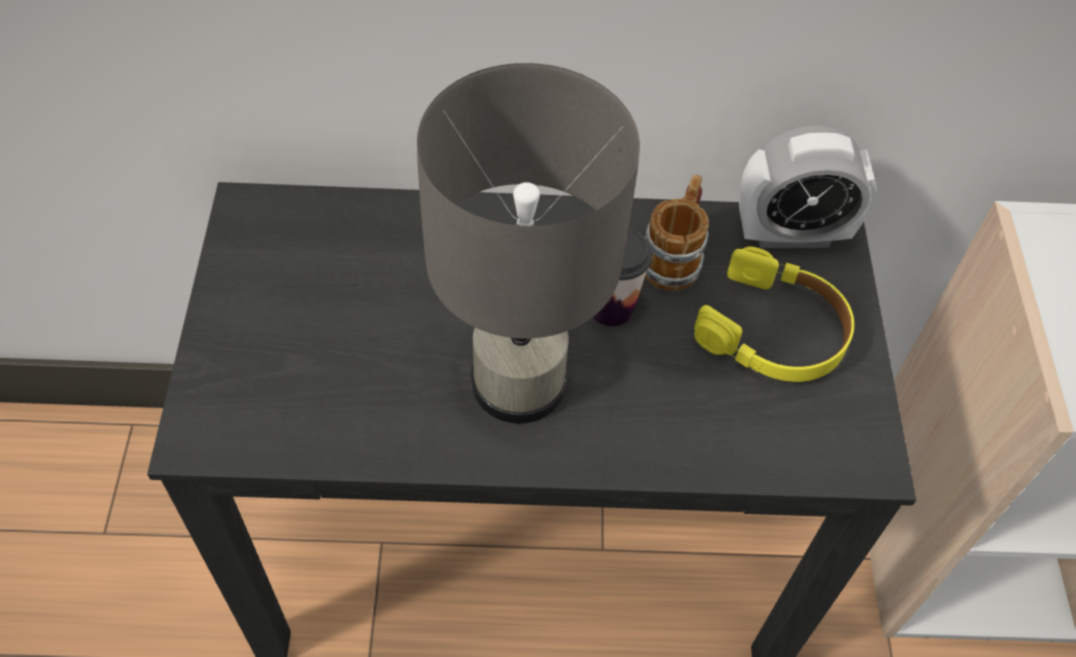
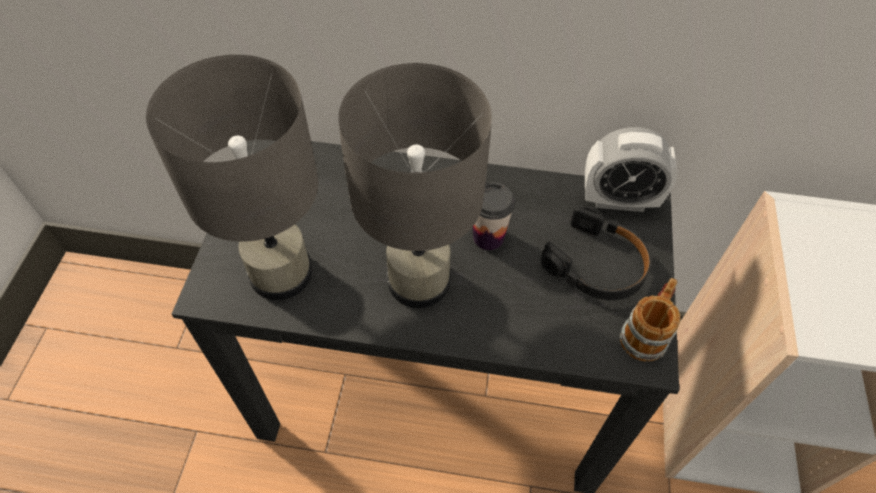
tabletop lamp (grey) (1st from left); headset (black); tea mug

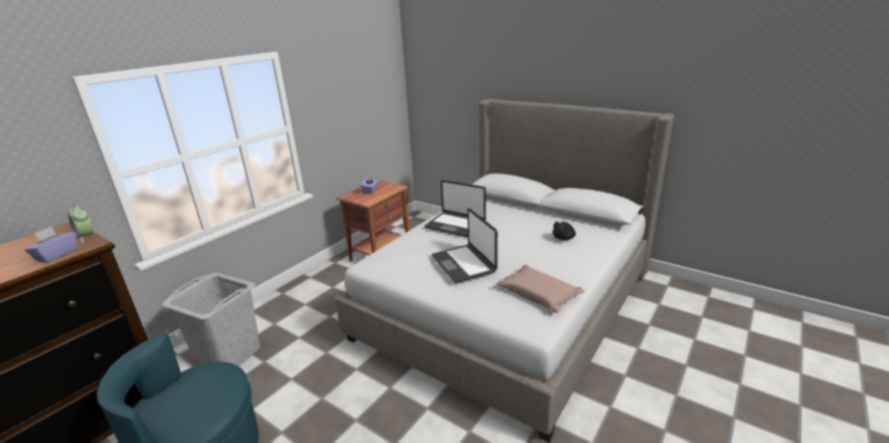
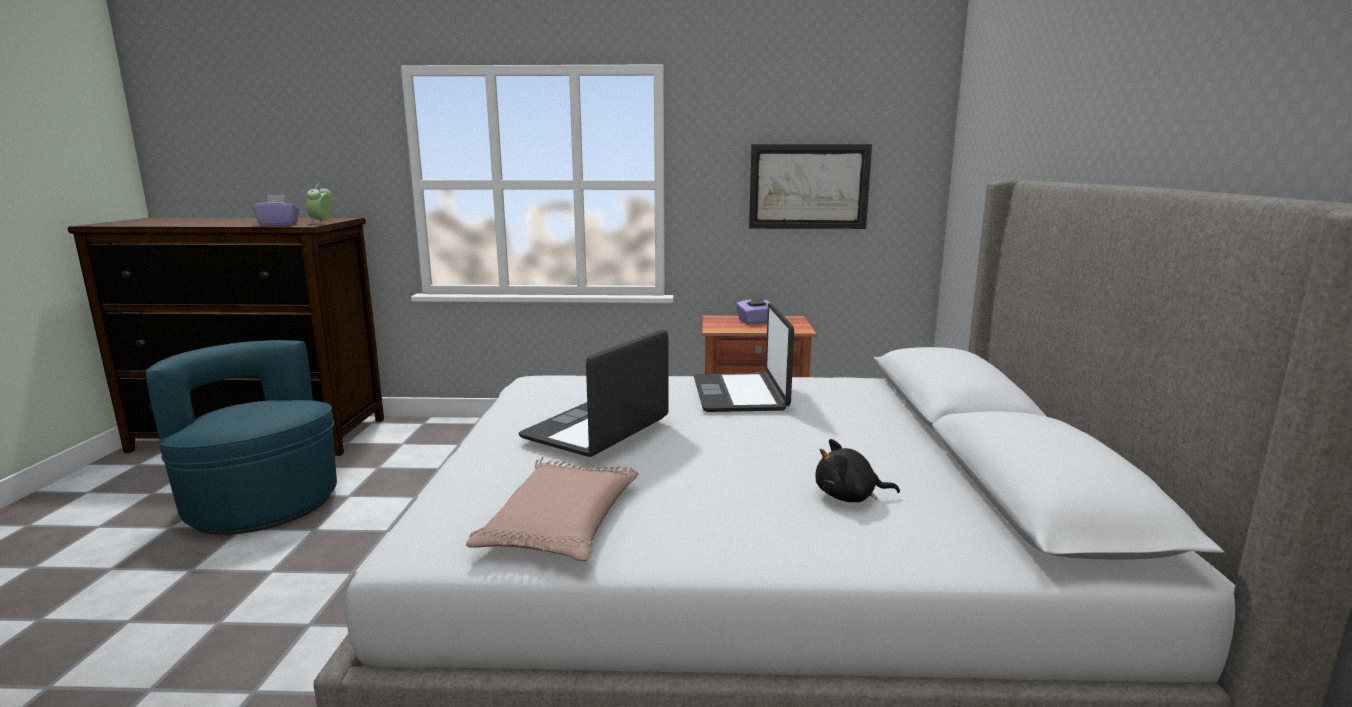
wall picture; laundry basket (grey)

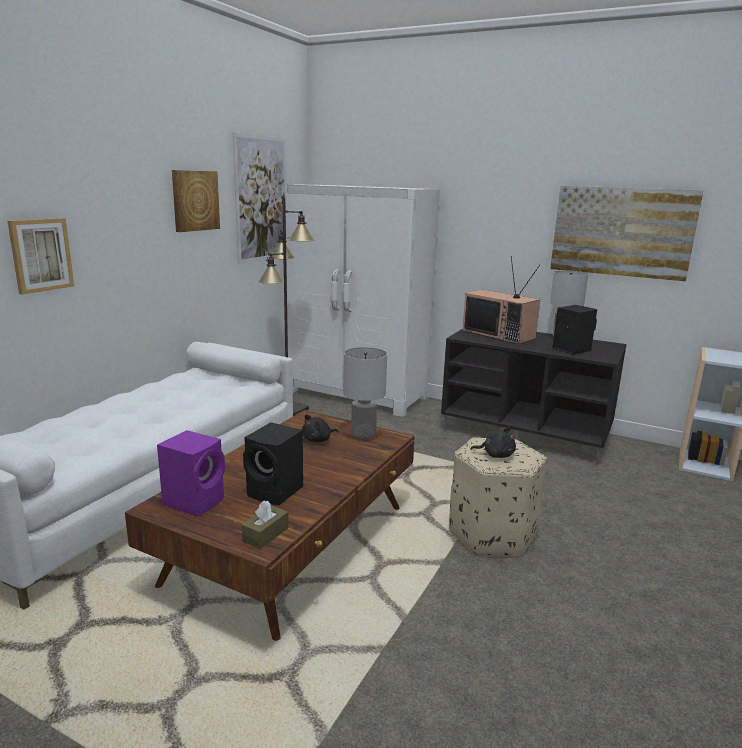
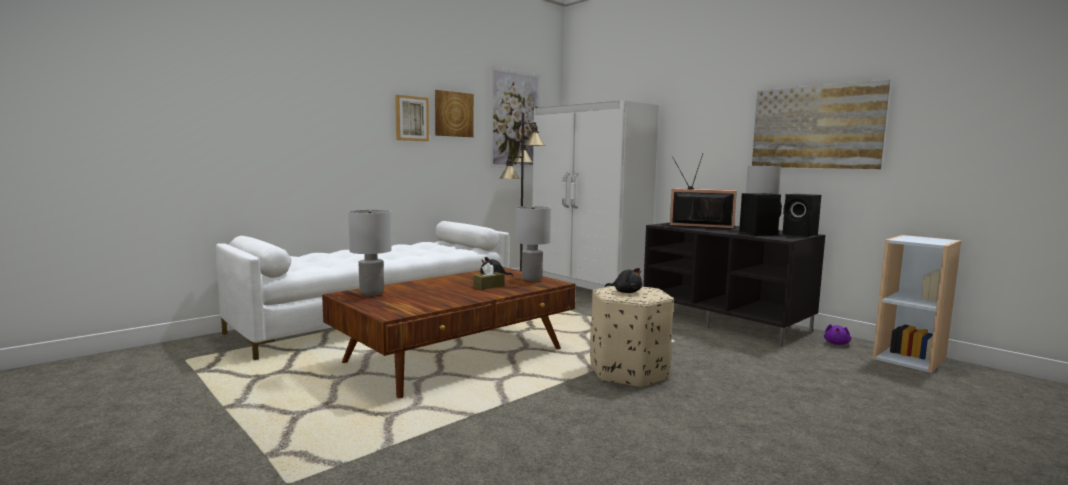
tabletop lamp (grey) (1st from left); wall picture (1st from left); tissue holder (brown-coloured); television; speaker (black) (2nd from left); plush toy (purple)

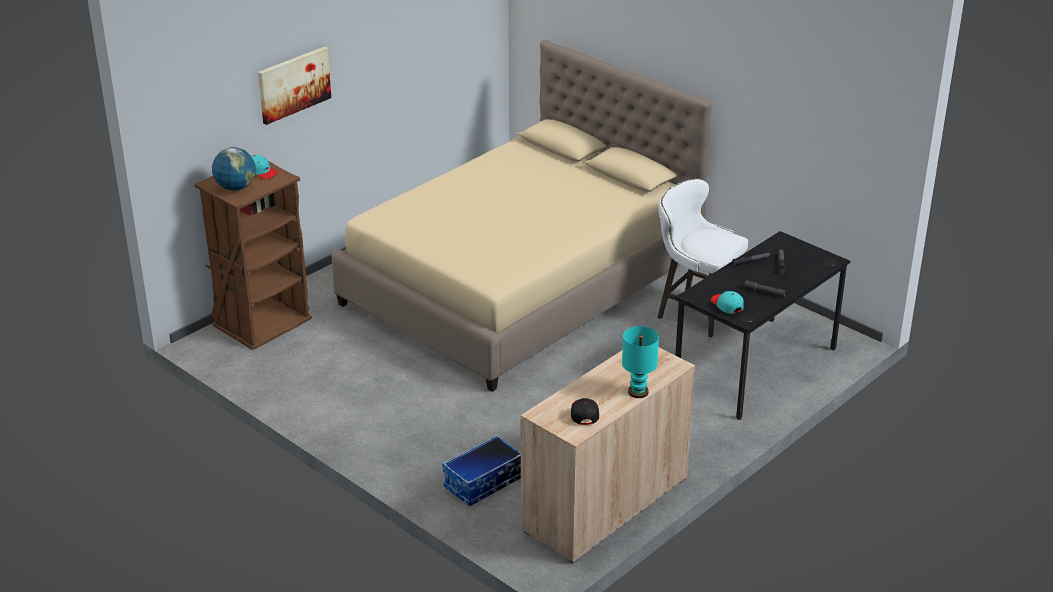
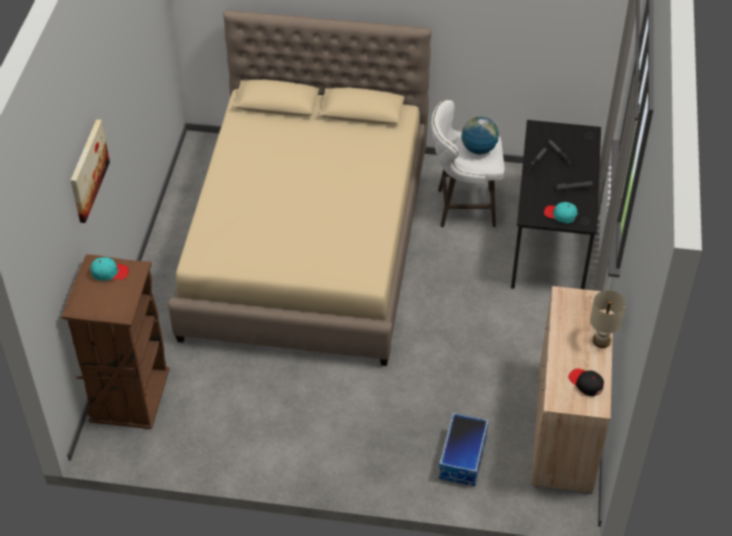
globe; tabletop lamp (sand-coloured)

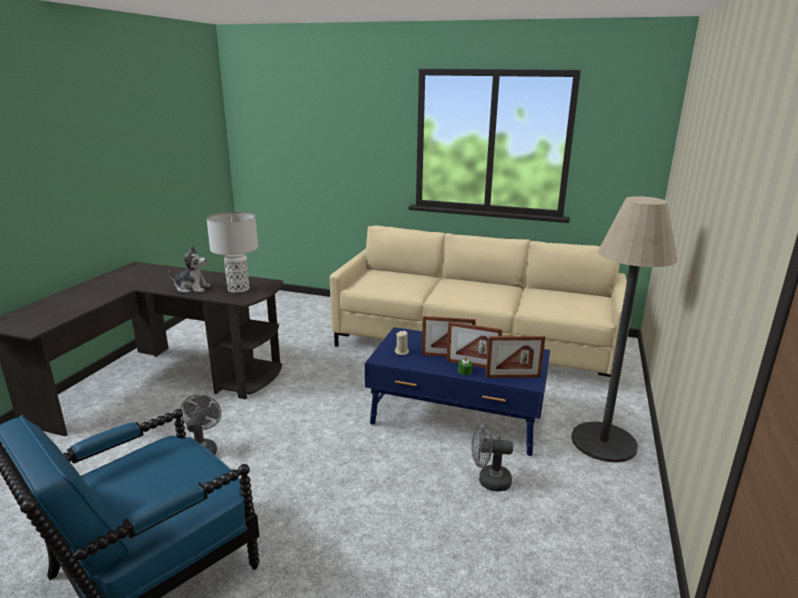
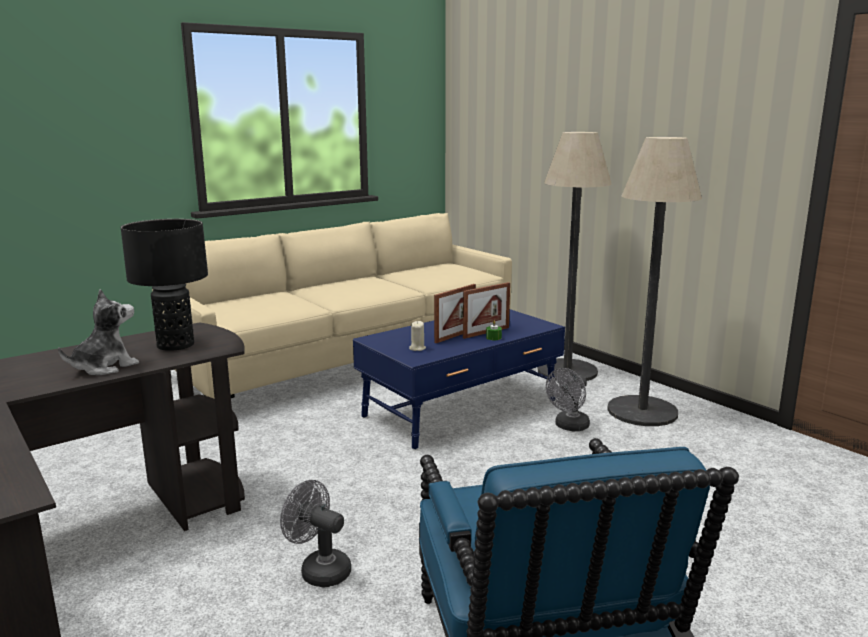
tabletop lamp (black); standard lamp (2nd from left); standing frame (3rd from left in the first image)

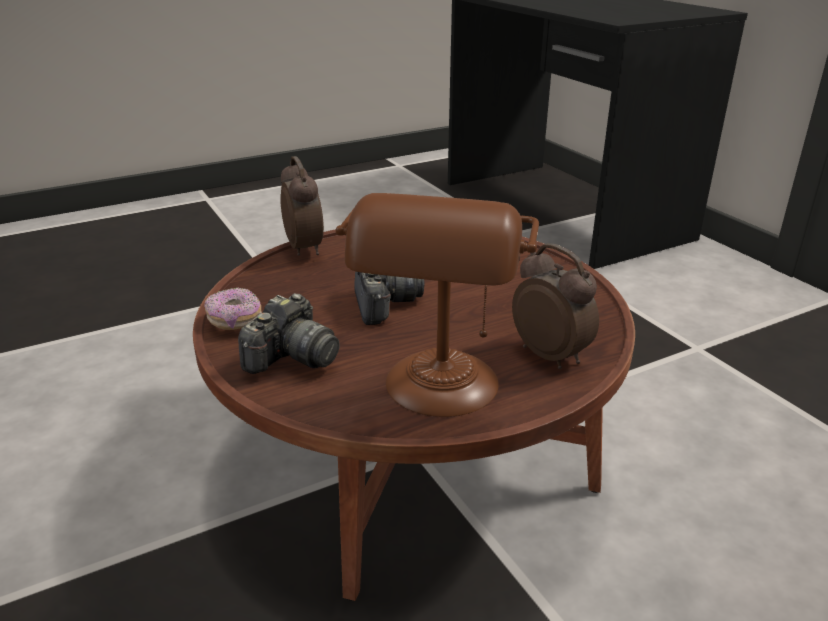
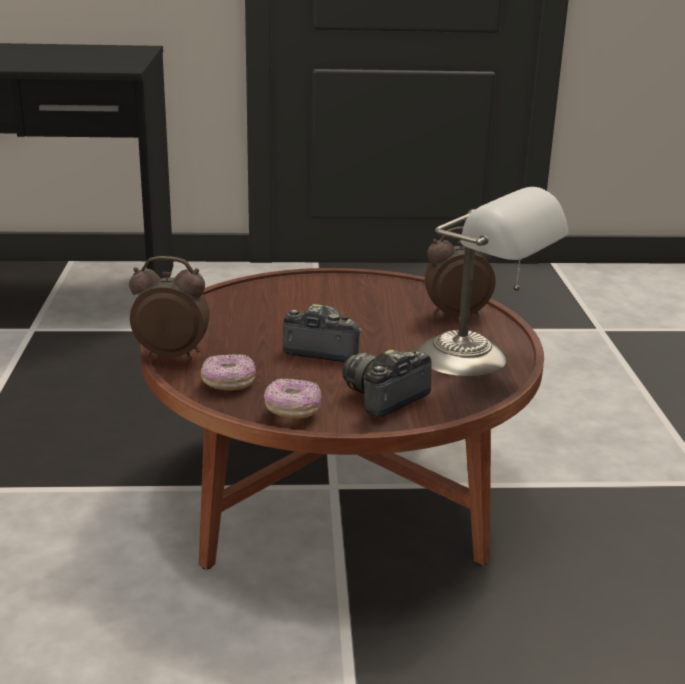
ring doughnut (1st from left); still camera (2nd from left); tabletop lamp (whitish)

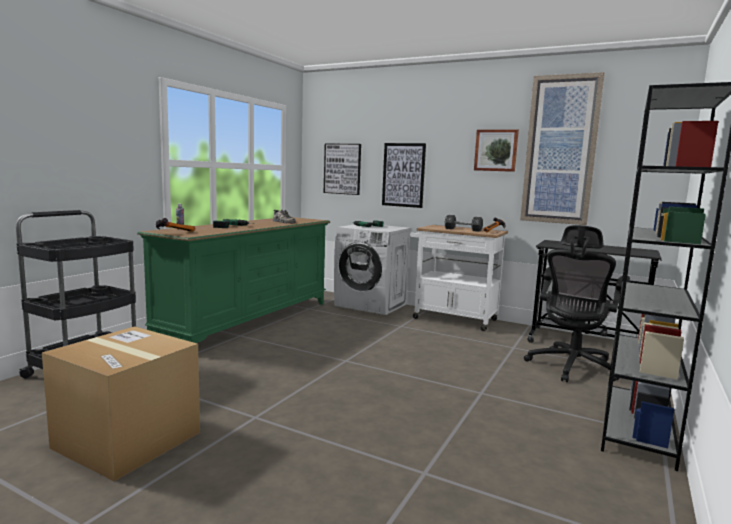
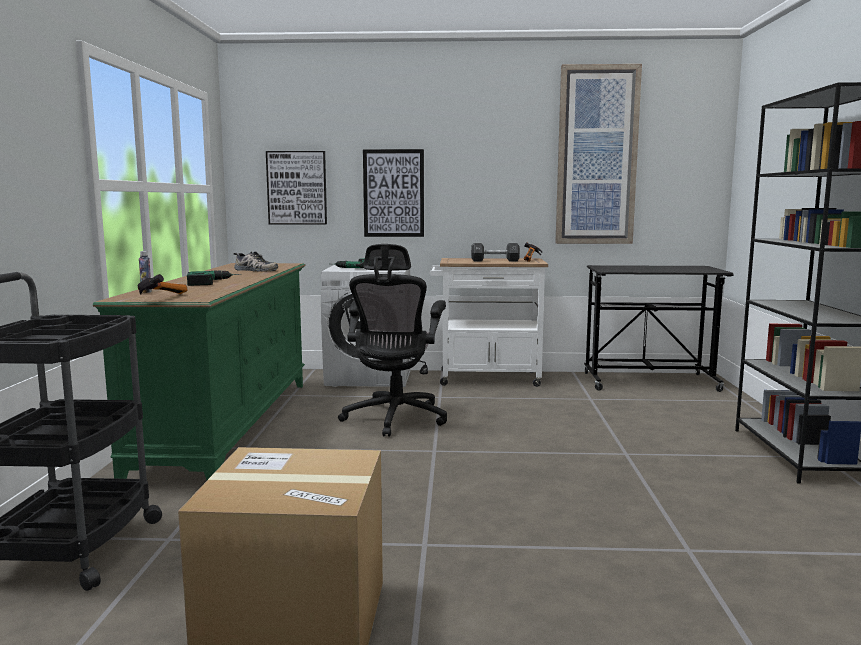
office chair; wall picture (3rd from left in the first image)

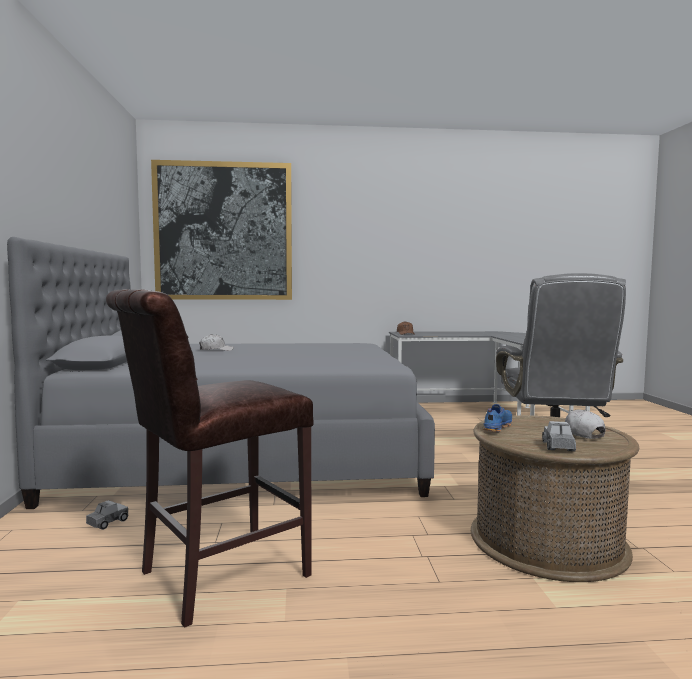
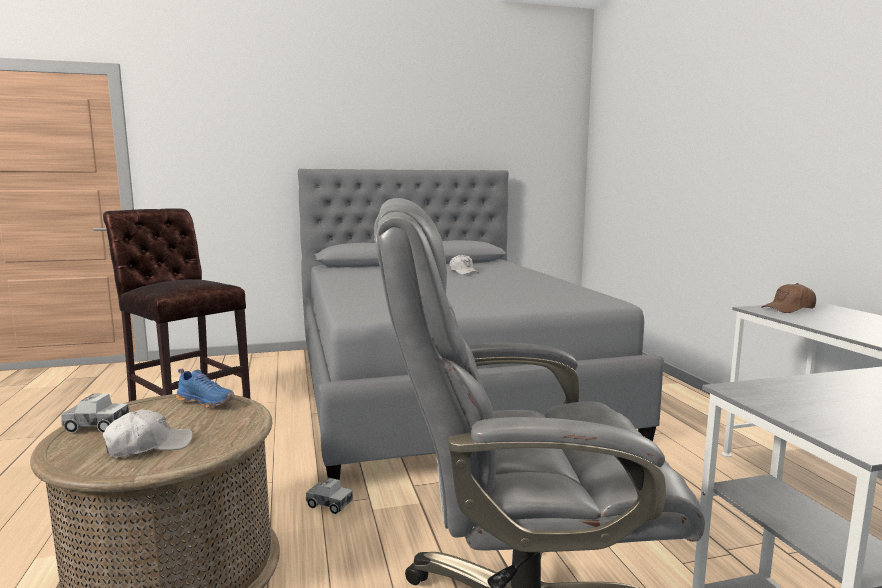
model truck (2nd from left); wall picture

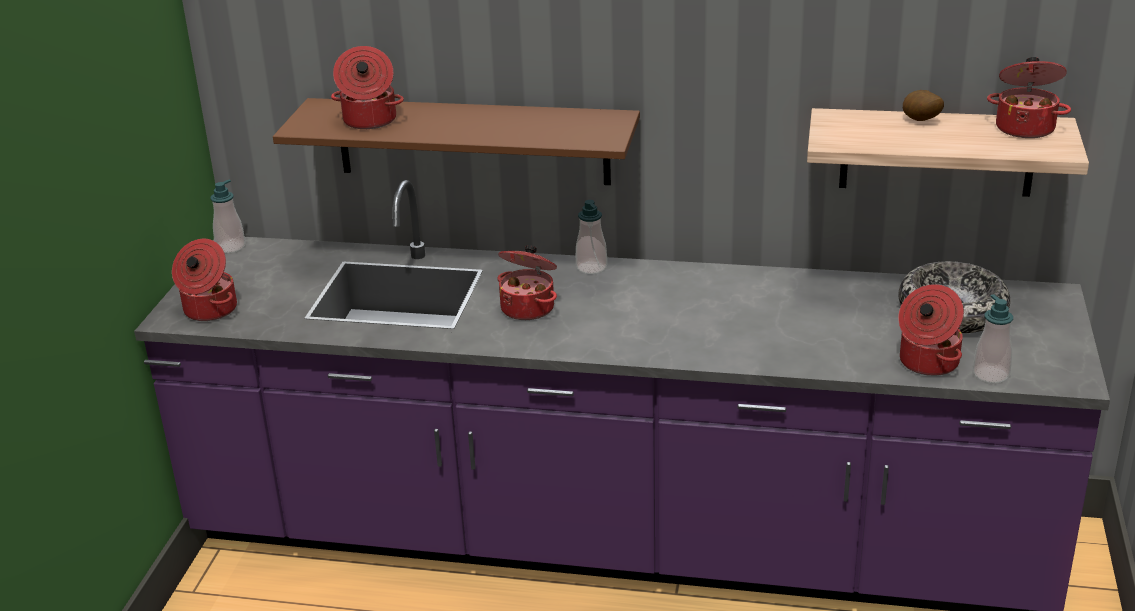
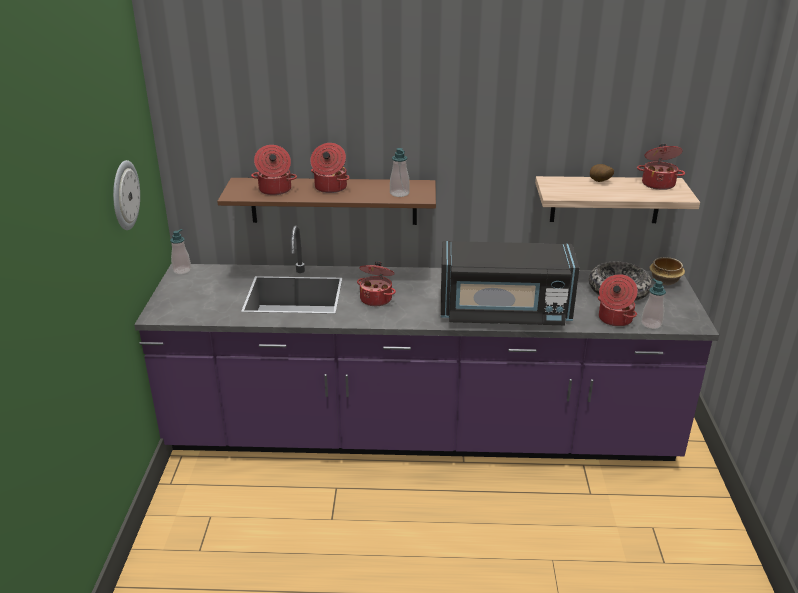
clock on the wall; stockpot (2nd from left); soap bottle (2nd from left); kitchen microwave (black); deep dish (2nd from left)

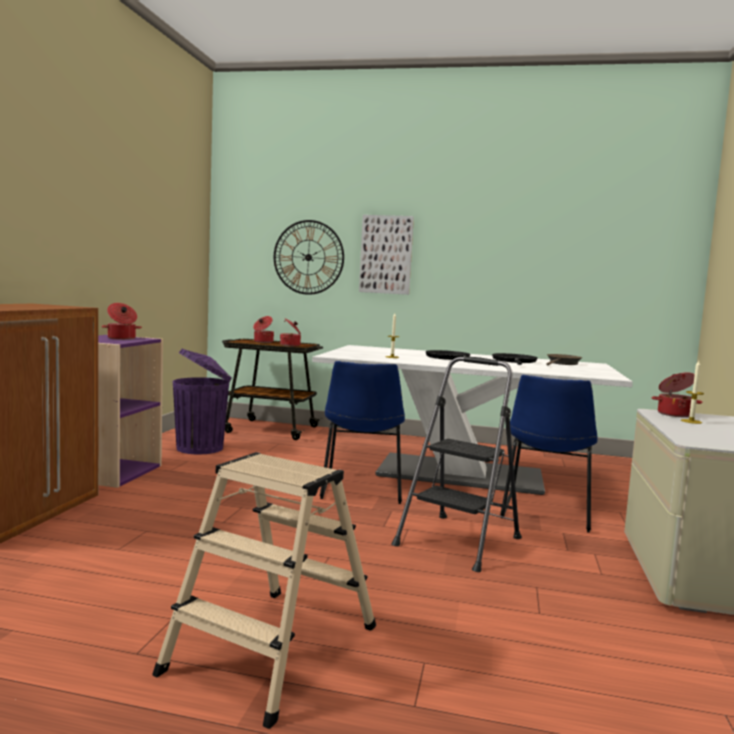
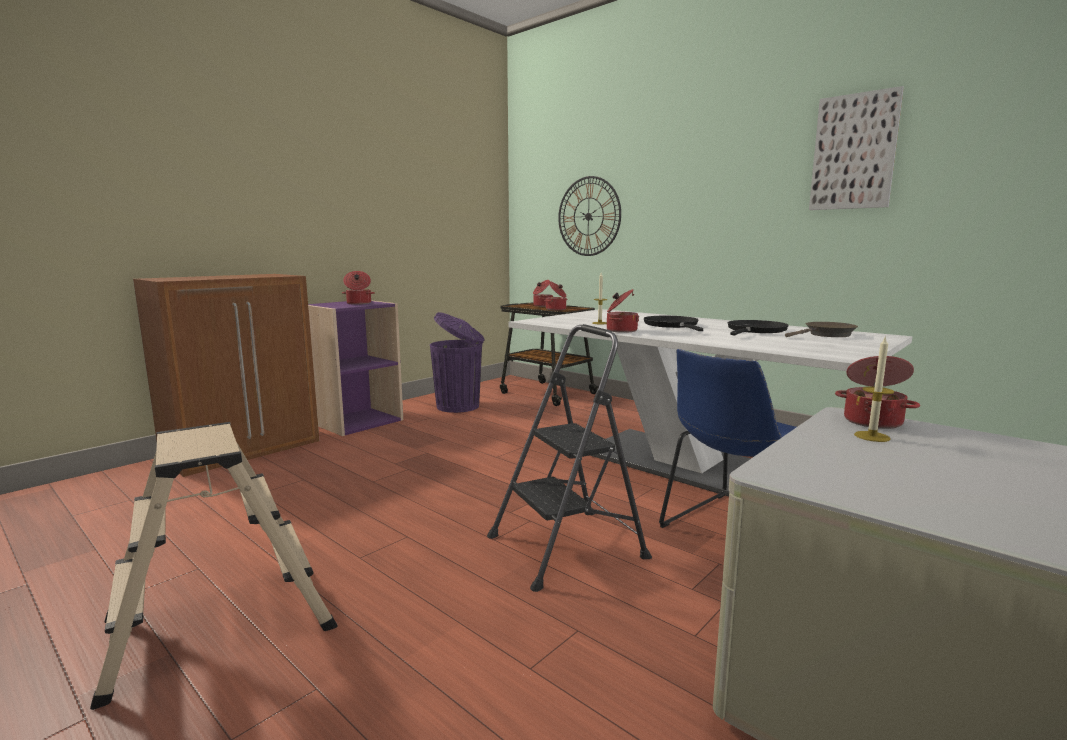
stockpot (4th from left); wall picture; chair (blue-coloured) (1st from left in the first image)

